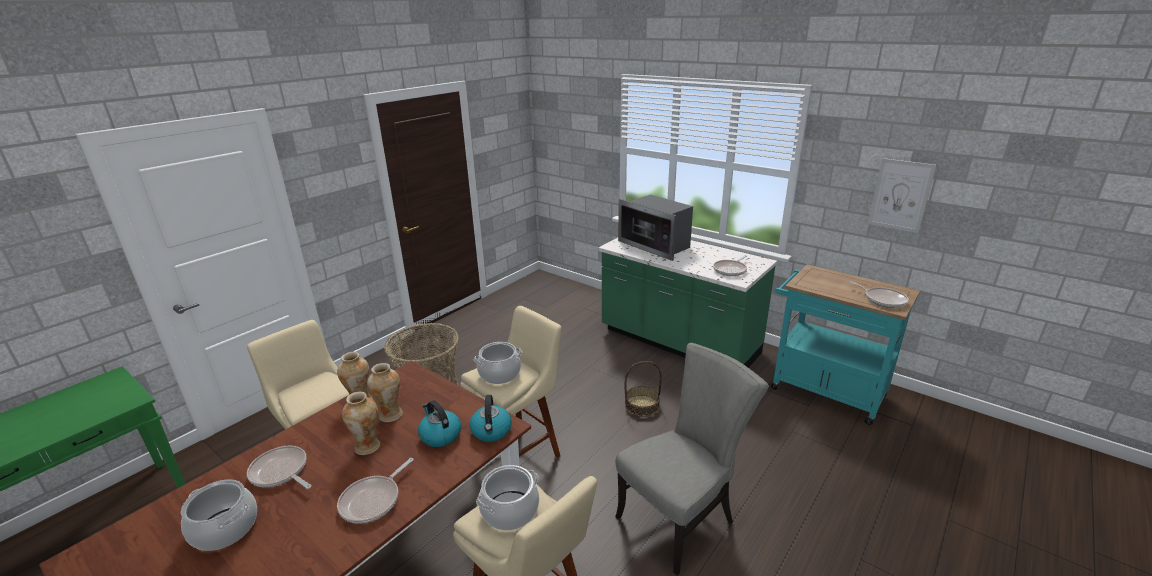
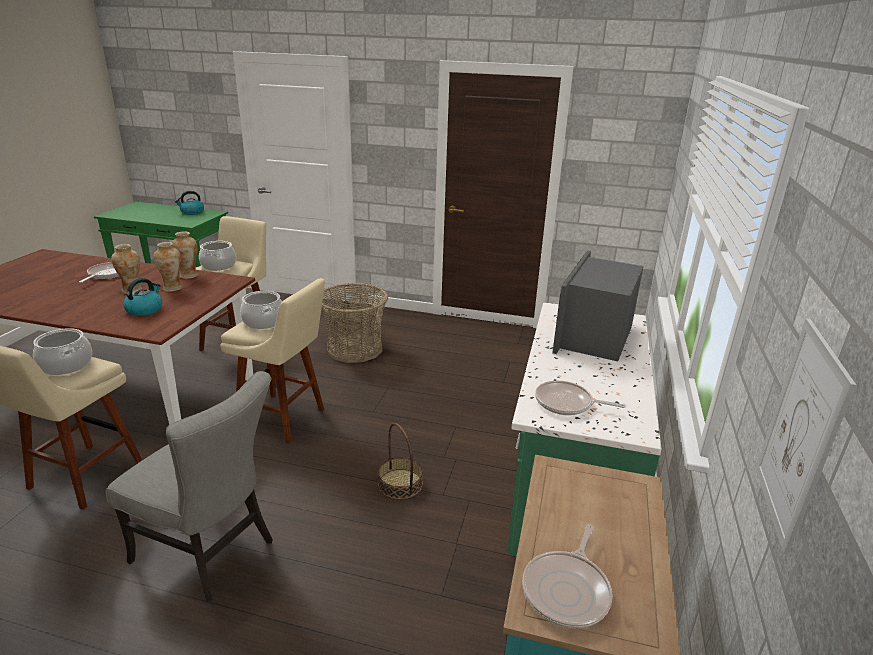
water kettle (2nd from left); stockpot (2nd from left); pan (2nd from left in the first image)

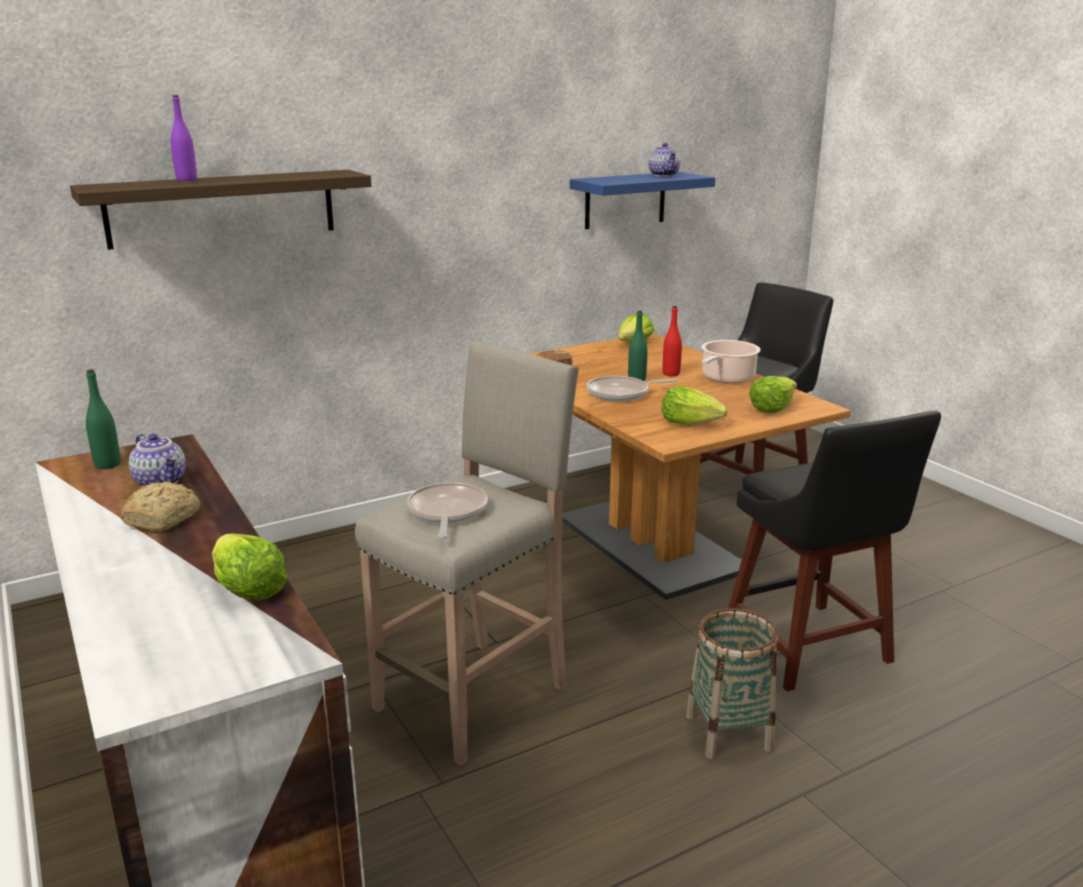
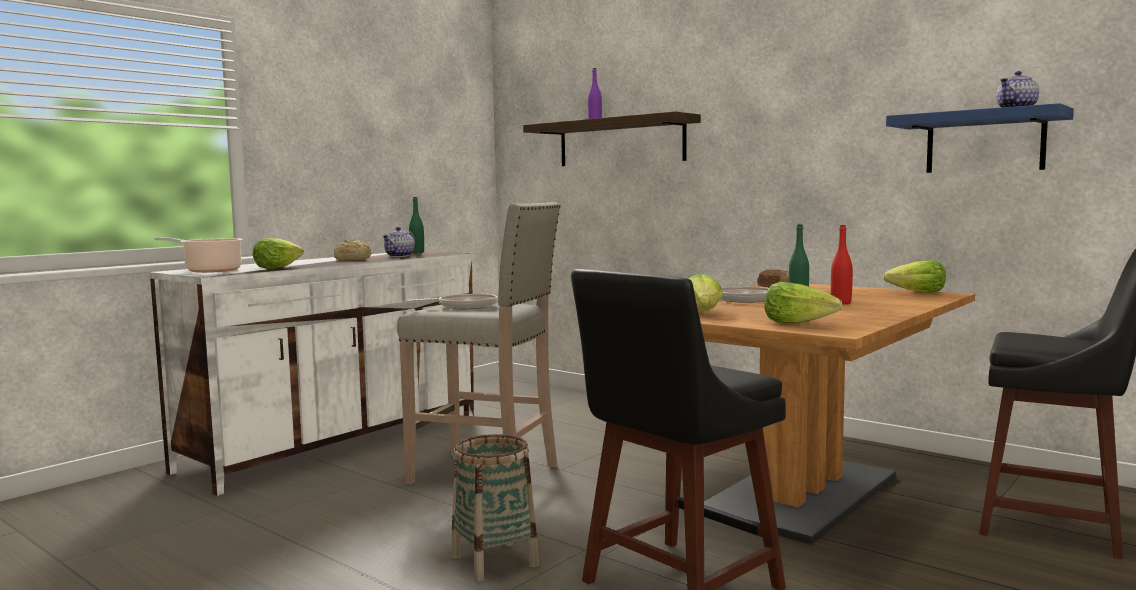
stockpot

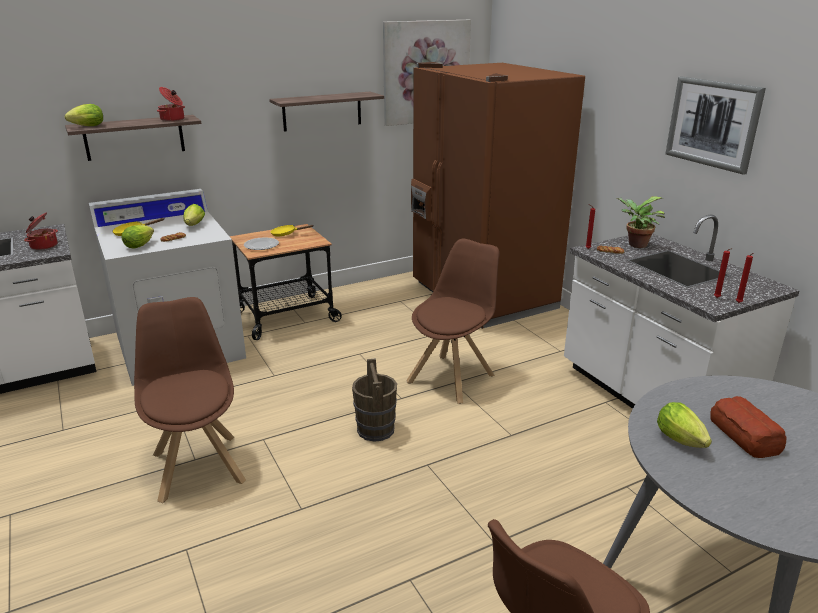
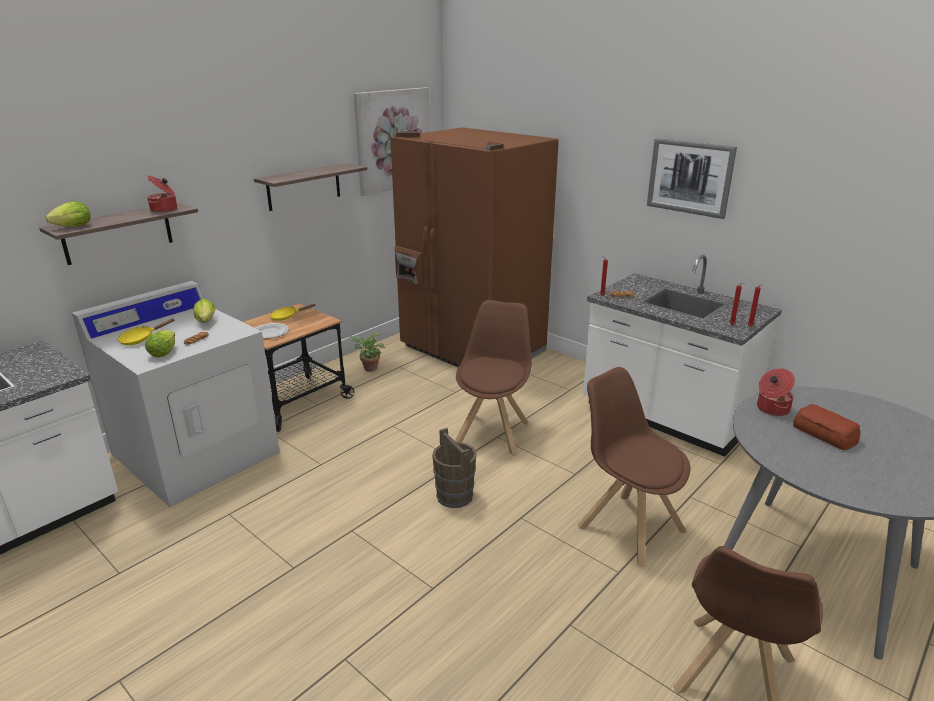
houseplant; chair (brown-coloured) (2nd from left); stockpot (2nd from left); head of lettuce (4th from left in the first image)

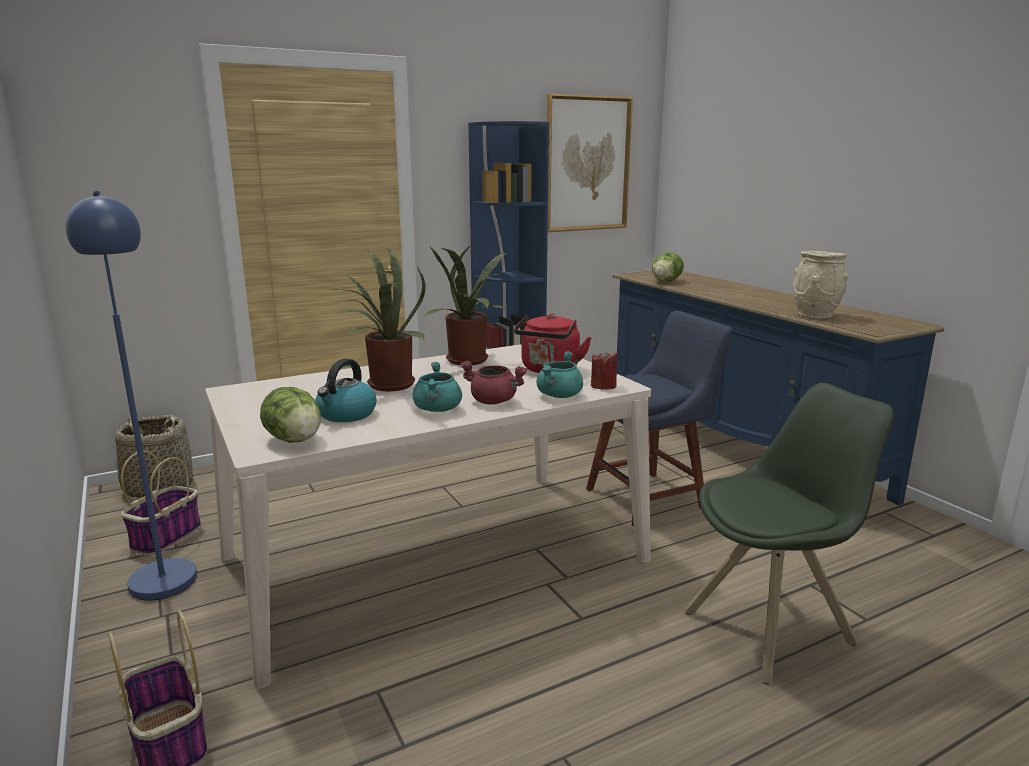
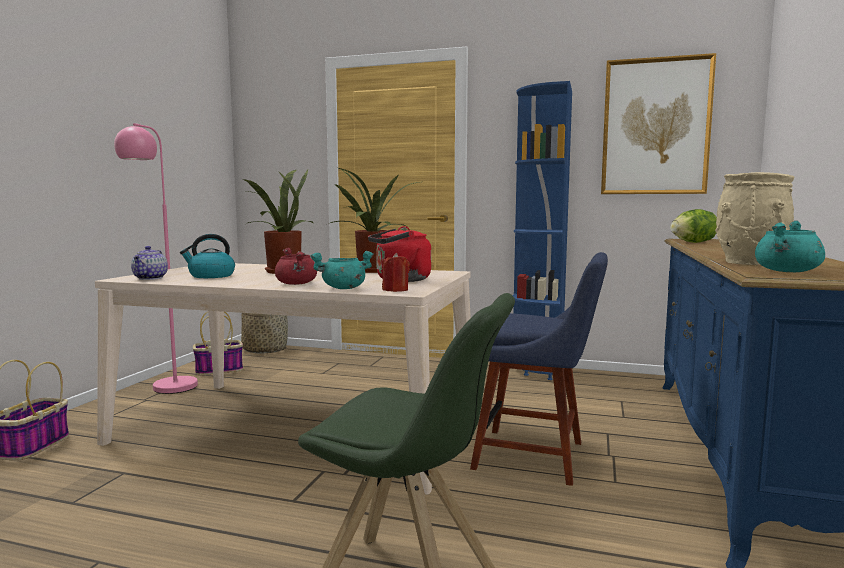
standard lamp (pinkish); pot for tea; stockpot (blue-green) (2nd from left)

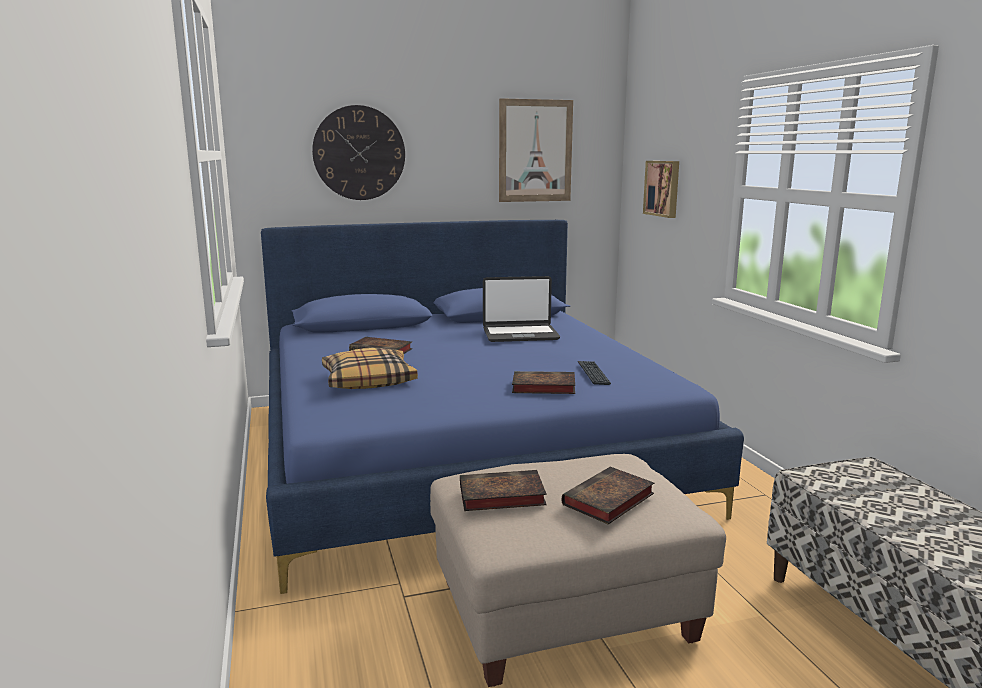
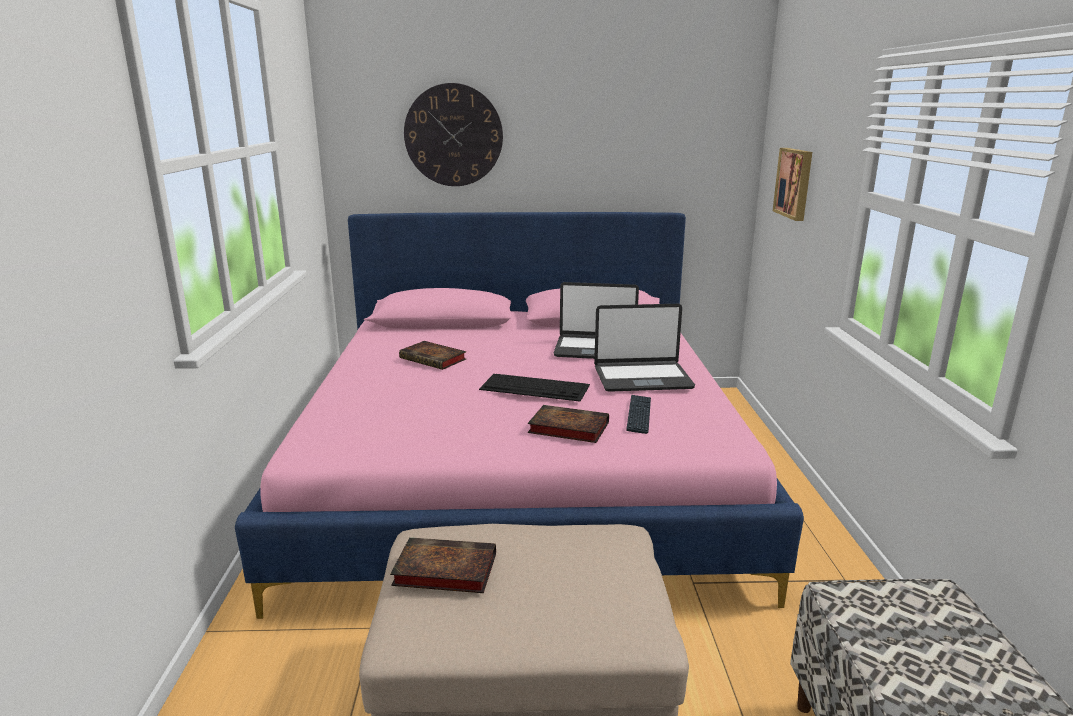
bedroom bed (pinkish); keyboard (1st from left); laptop (2nd from left); throw pillow; wall picture (1st from left in the first image); volume (4th from left in the first image)

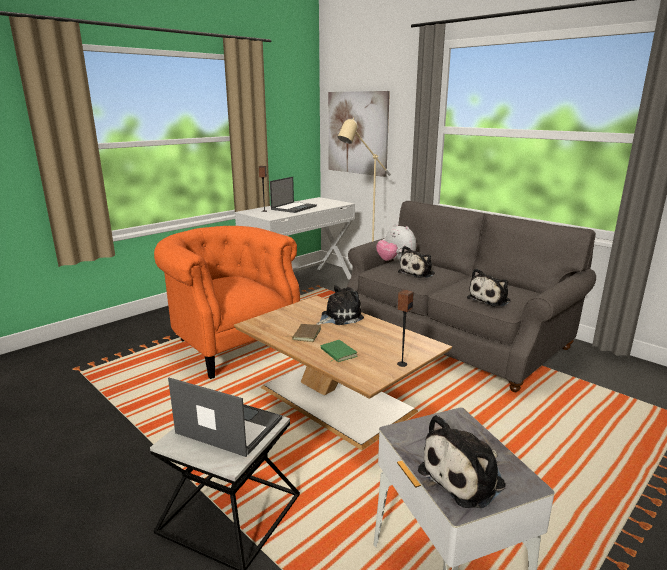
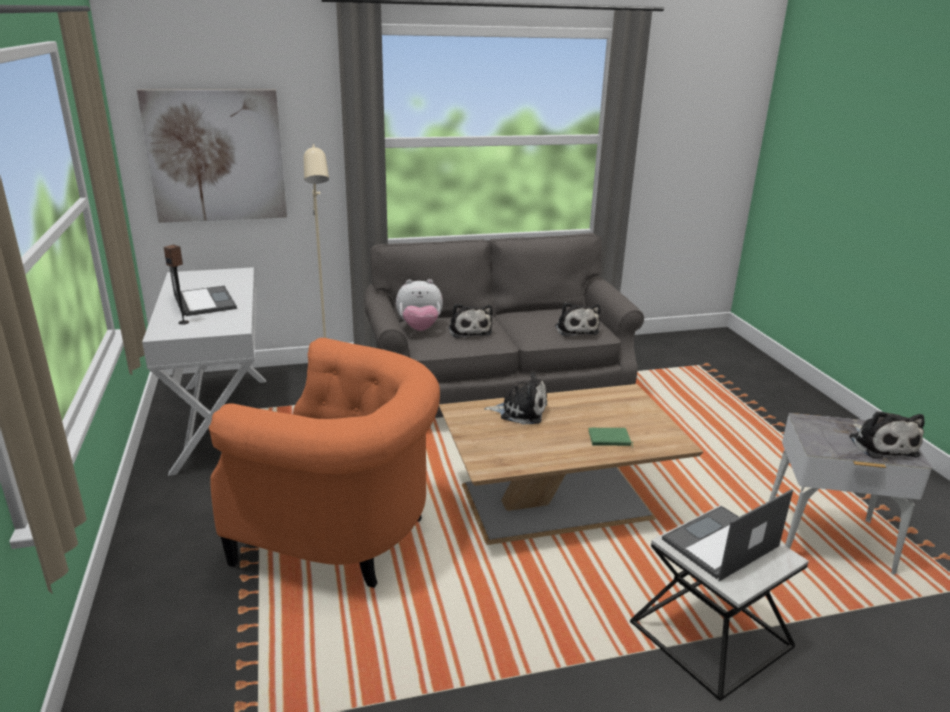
lounge chair (orange); plush toy (3rd from left); volume (brown-coloured); speaker (2nd from left in the first image)

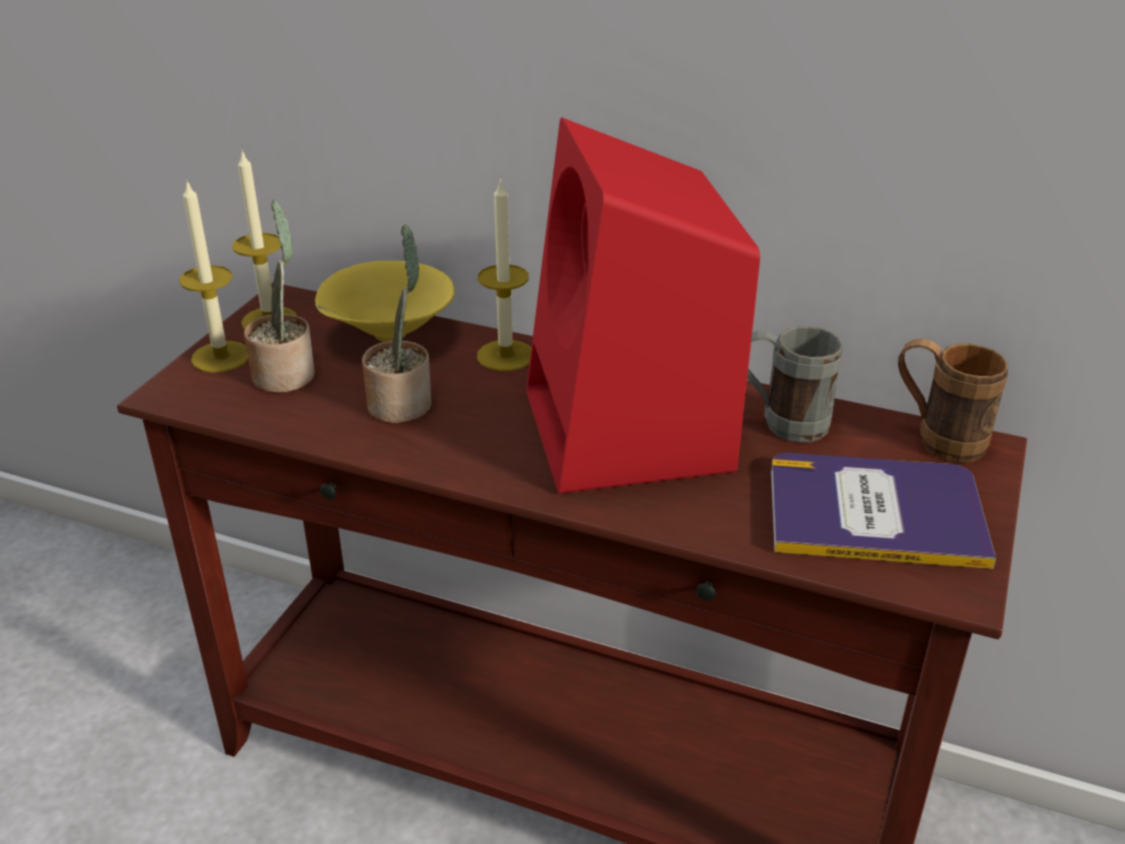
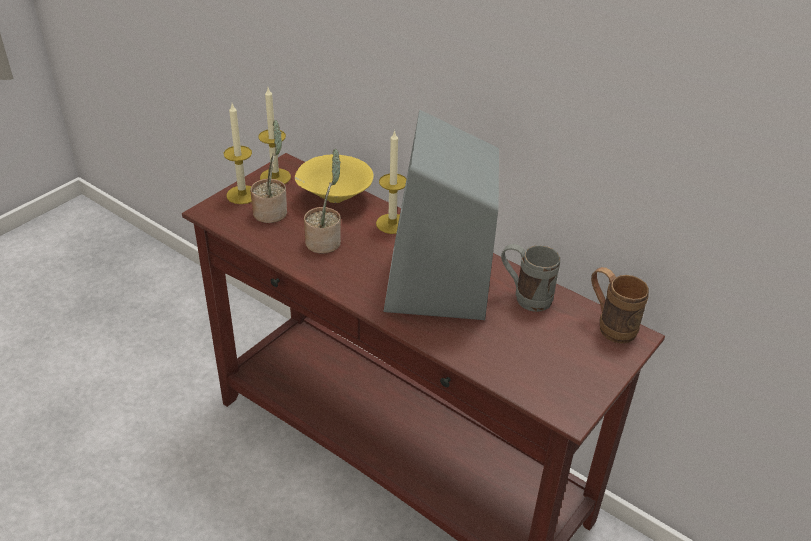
speaker (grey); volume

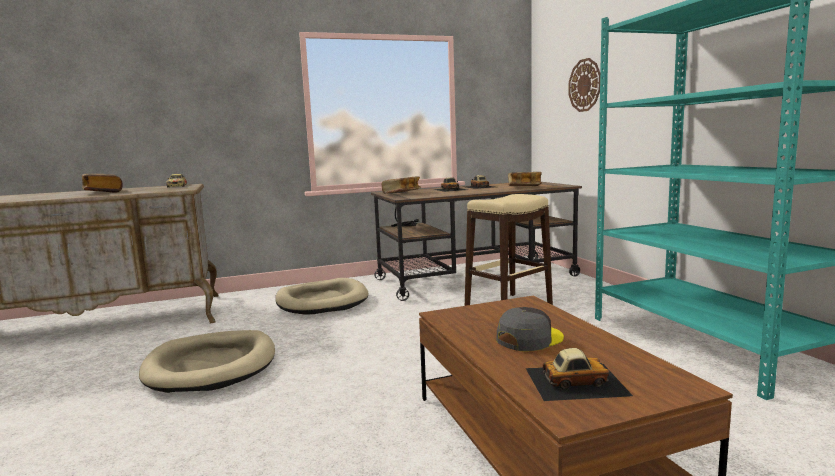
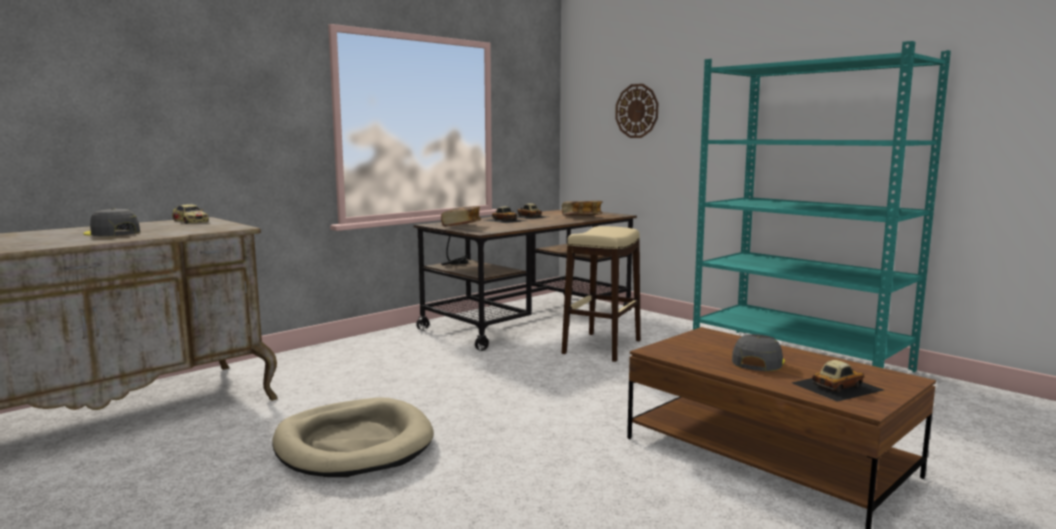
baseball cap (grey) (1st from left); dog bed (sand-coloured) (2nd from left in the first image)

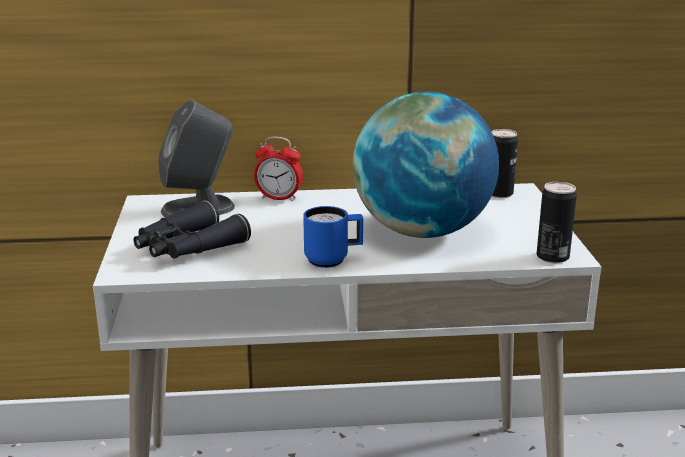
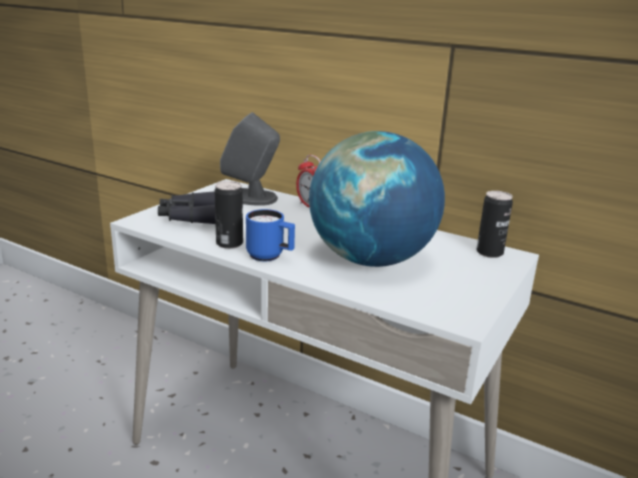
metal can (1st from left)

